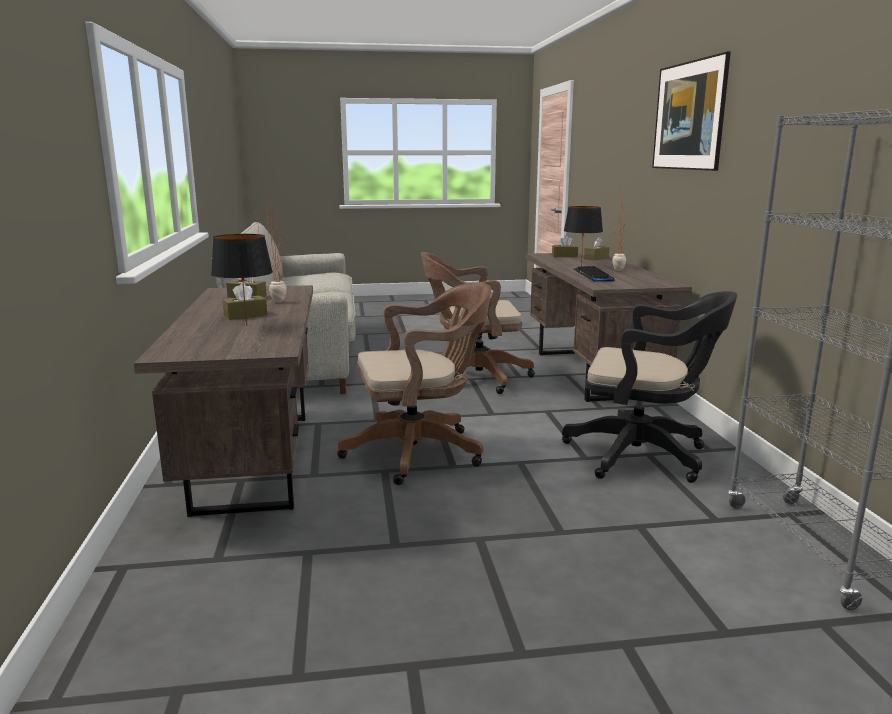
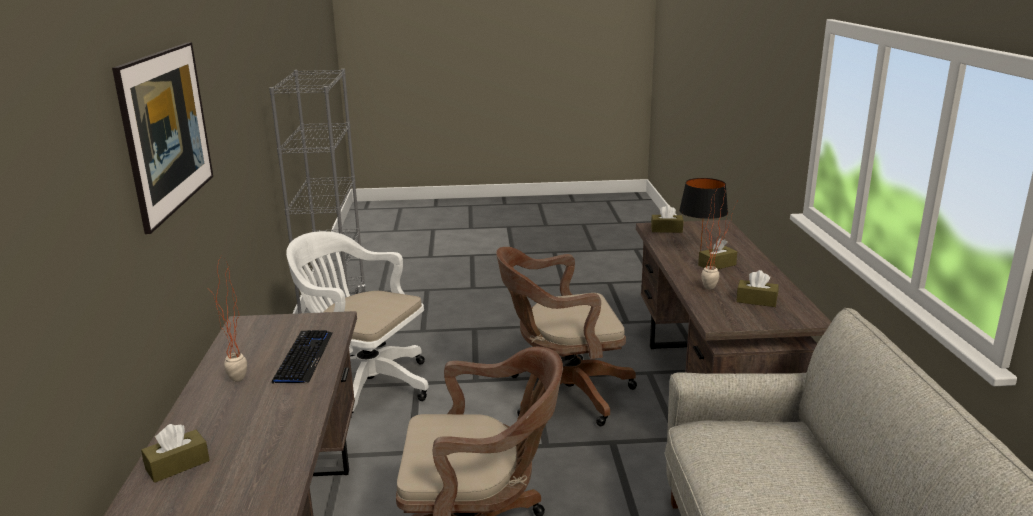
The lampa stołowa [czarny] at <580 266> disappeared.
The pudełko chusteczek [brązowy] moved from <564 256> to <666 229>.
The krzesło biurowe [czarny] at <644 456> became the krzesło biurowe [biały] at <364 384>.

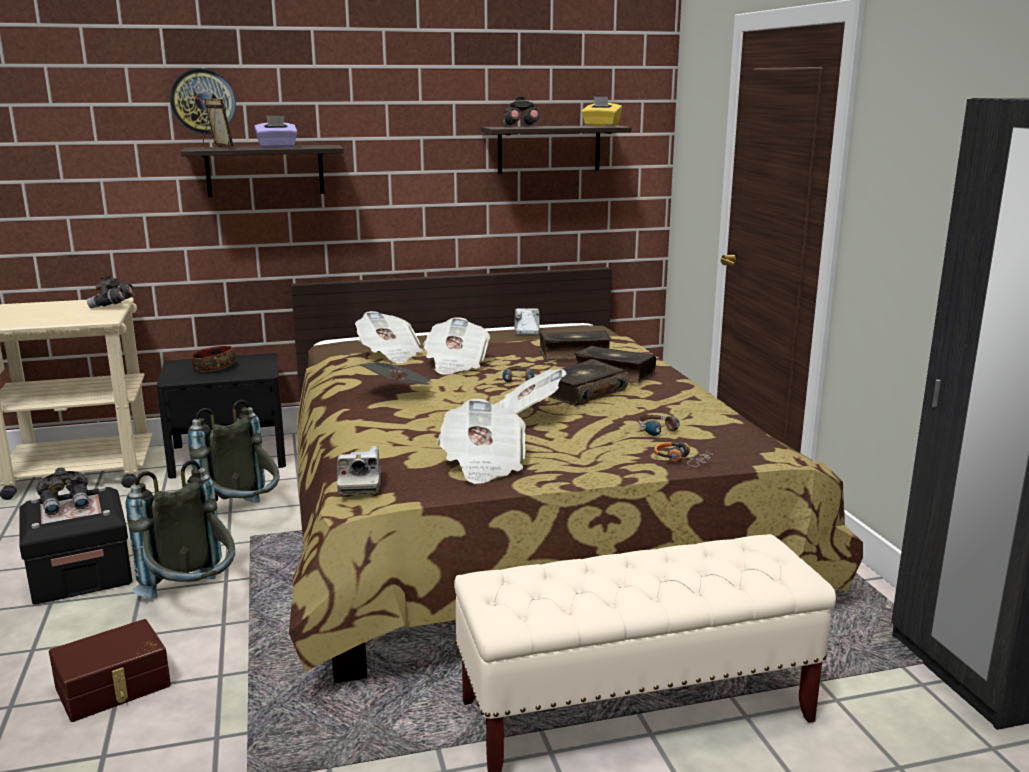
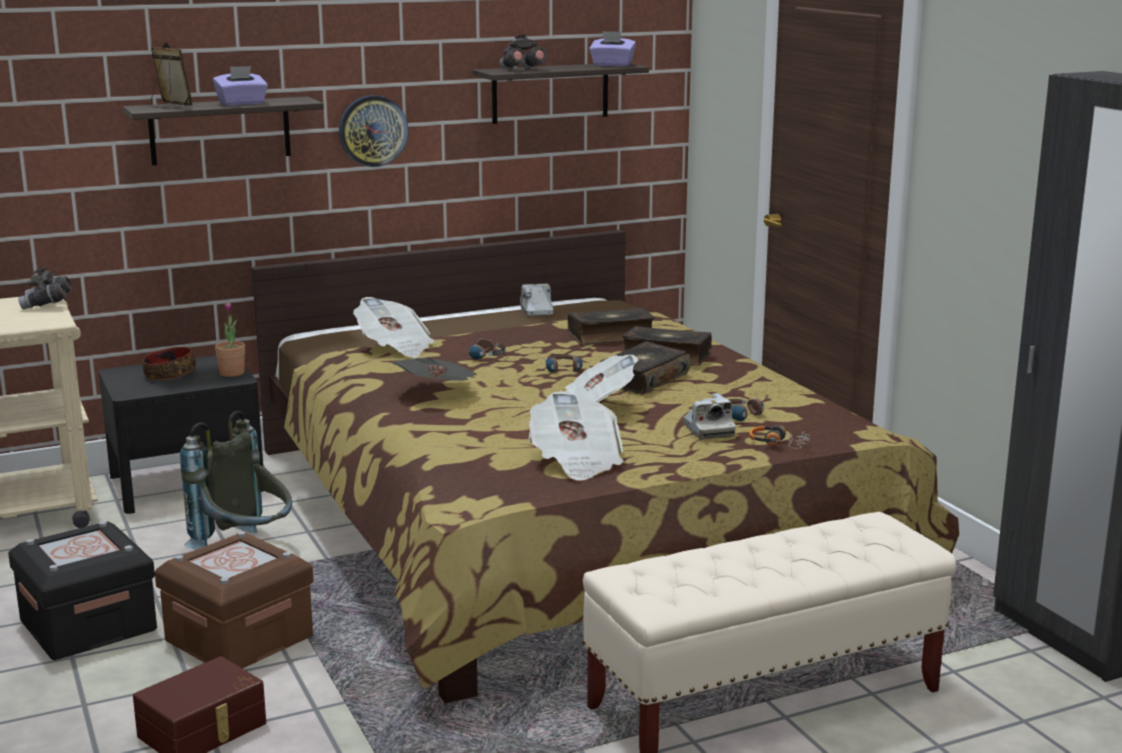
The zegar ścienny moved from <203 101> to <373 130>.
The pudełko chusteczek [żółty] at <601 126> became the pudełko chusteczek [fioletowy] at <612 65>.
The gazeta at <455 364> was replaced by the słuchawki at <481 355>.
The aparat fotograficzny moved from <360 485> to <708 430>.
The plecak [szary] at <193 598> was replaced by the pojemnik do przechowywania [brązowy] at <239 639>.
The lornetka [szary] at <66 504> disappeared.
The roślina doniczkowa at <232 373> appeared.

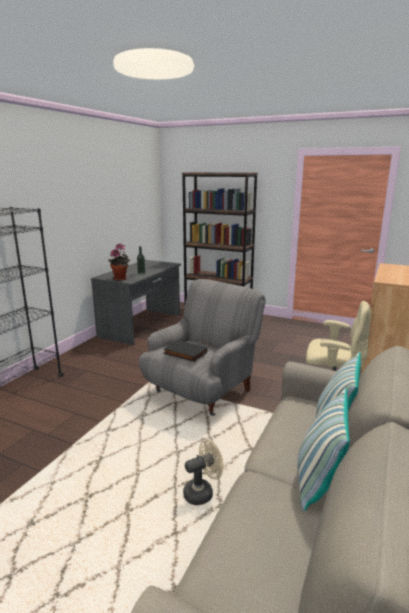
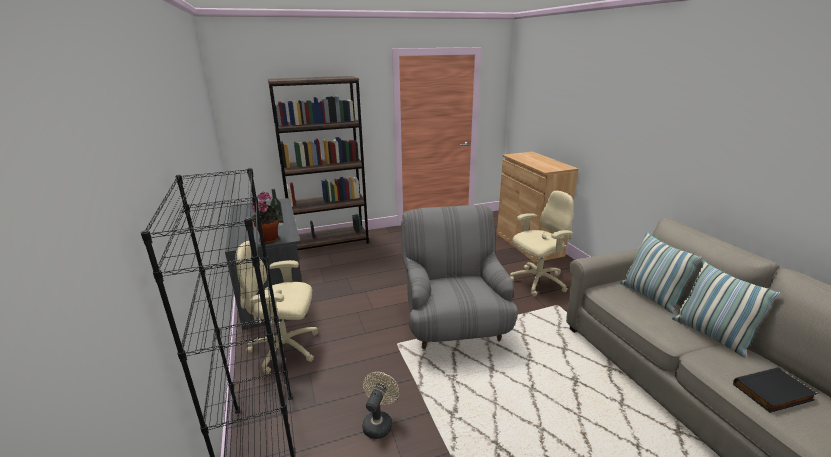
The książka [czarny] moved from <184 353> to <773 393>.
The wentylator [beżowy] moved from <202 492> to <379 422>.
The krzesło biurowe [beżowy] at <286 349> appeared.

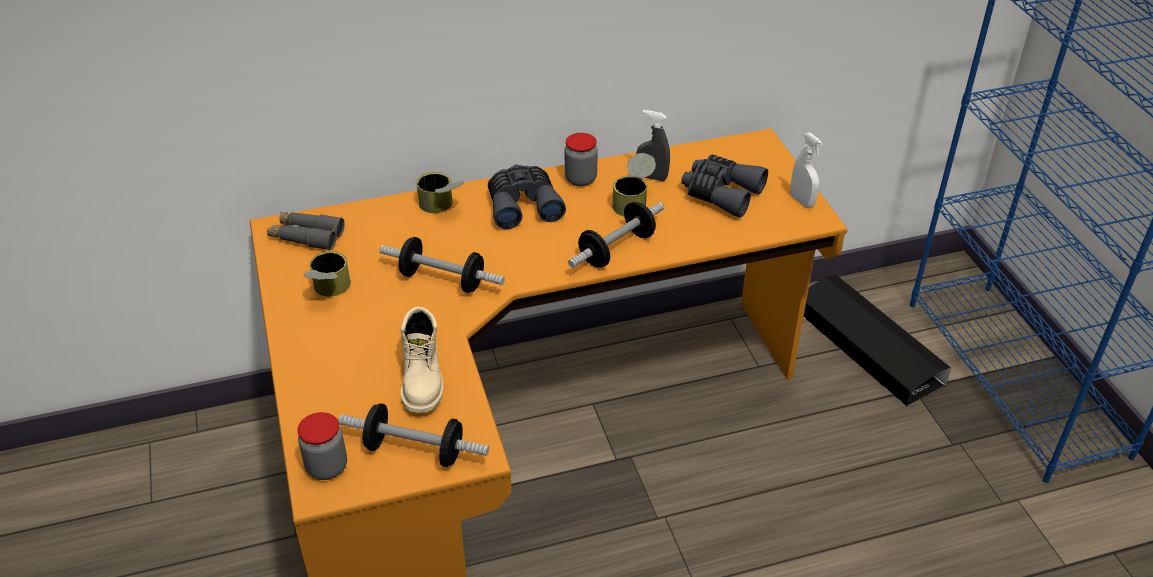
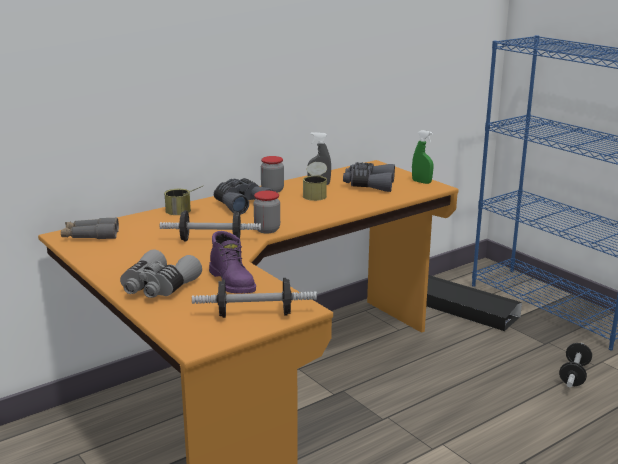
The spryskiwacz [biały] at <802 201> became the spryskiwacz [zielony] at <421 182>.
The hantel moved from <616 249> to <574 375>.
The puszka at <329 292> disappeared.
The but z cholewką [beżowy] at <423 379> became the but z cholewką [fioletowy] at <233 283>.
The słoik moved from <327 467> to <267 230>.
The lornetka [szary] at <158 287> appeared.

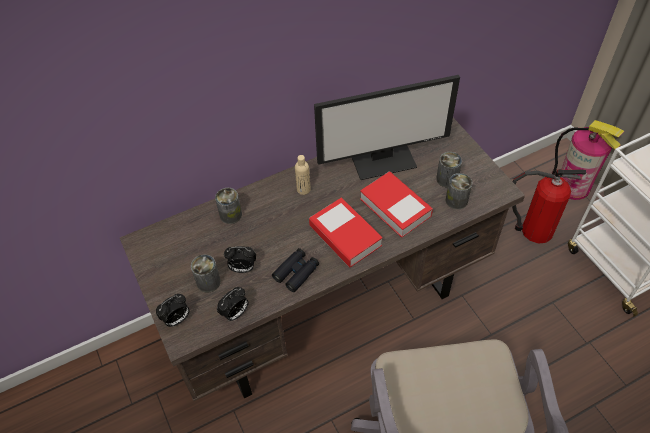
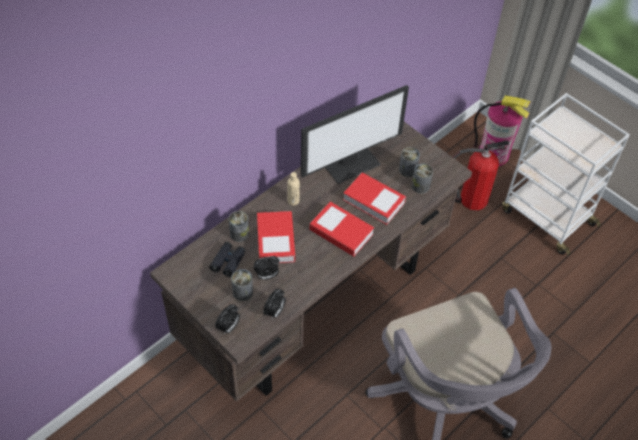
The lornetka [czarny] moved from <296 272> to <228 261>.
The książka at <275 240> appeared.

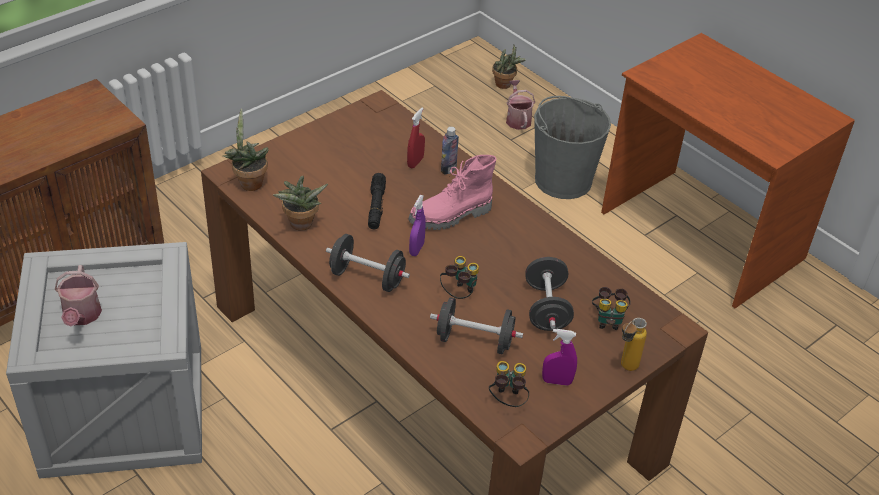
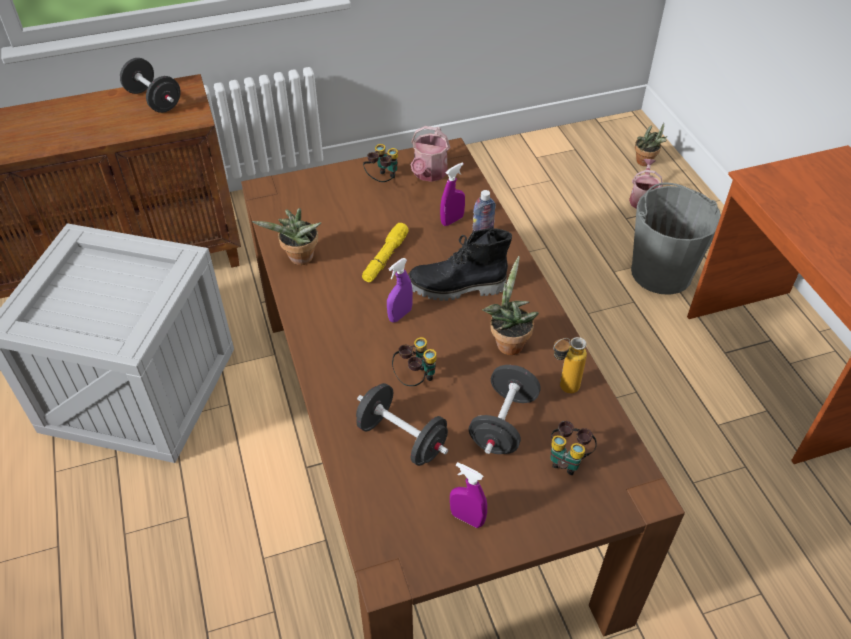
The spryskiwacz [czerwony] at <415 162> became the spryskiwacz [fioletowy] at <452 220>.
The roślina doniczkowa moved from <249 182> to <508 342>.
The but z cholewką [różowy] at <451 216> became the but z cholewką [czarny] at <456 288>.
The latarka [czarny] at <376 206> became the latarka [żółty] at <385 258>.
The hantel [czarny] moved from <367 278> to <154 100>.
The konewka moved from <81 316> to <429 174>.
The butelka moved from <624 369> to <562 389>.
The lornetka moved from <507 400> to <382 180>.

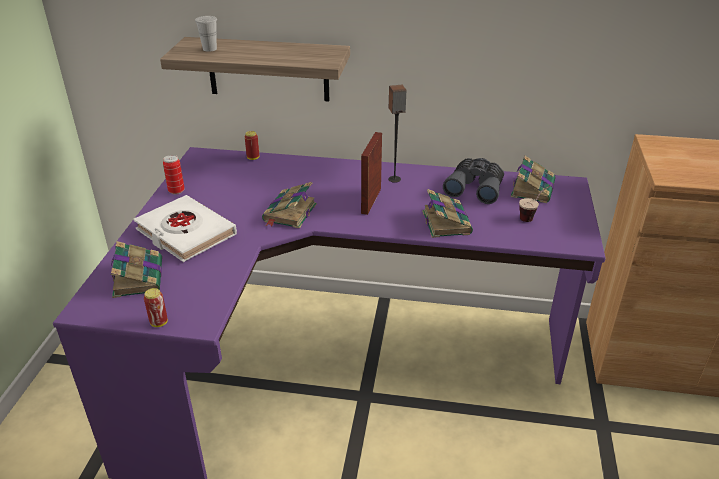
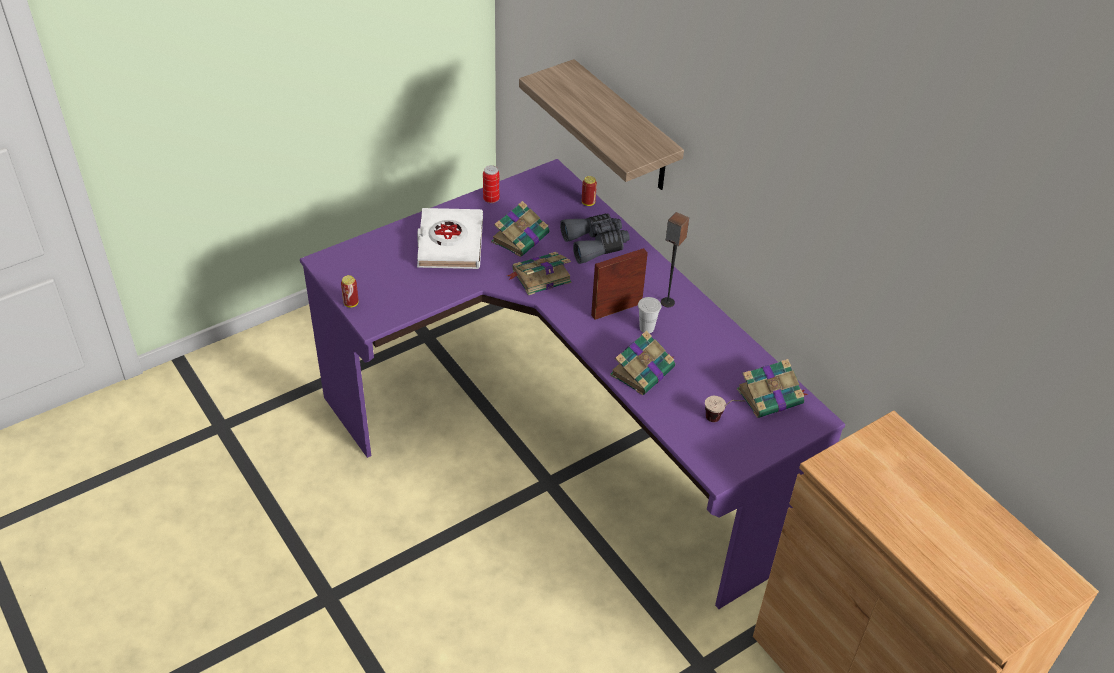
The filiżanka [biały] moved from <209 49> to <646 328>.
The lornetka [szary] moved from <475 187> to <595 244>.
The książka moved from <138 277> to <521 237>.

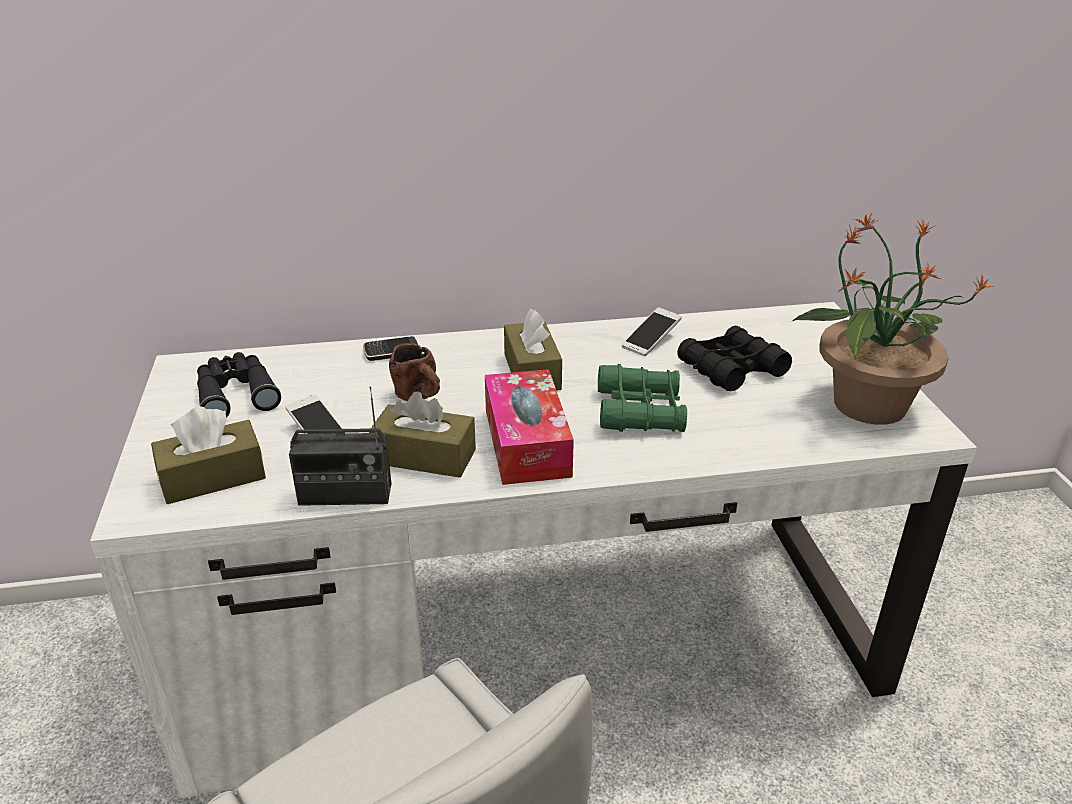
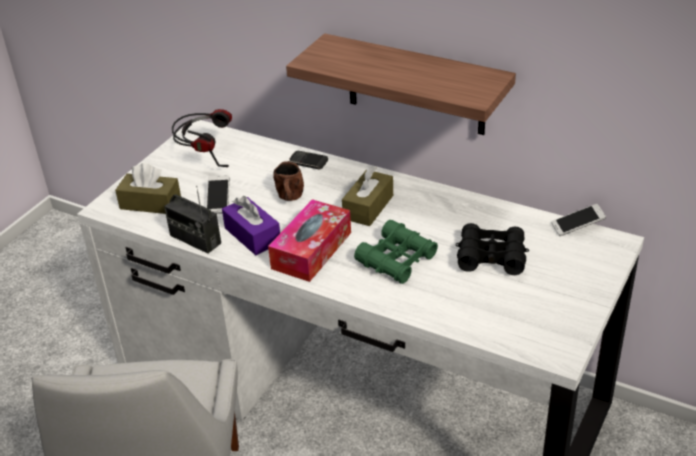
The roślina doniczkowa at <866 404> disappeared.
The telefon moved from <651 340> to <577 226>.
The lornetka [czarny] at <236 394> was replaced by the słuchawki at <206 158>.
The pudełko chusteczek [brązowy] at <424 456> became the pudełko chusteczek [fioletowy] at <252 235>.
The półka at <415 85> appeared.

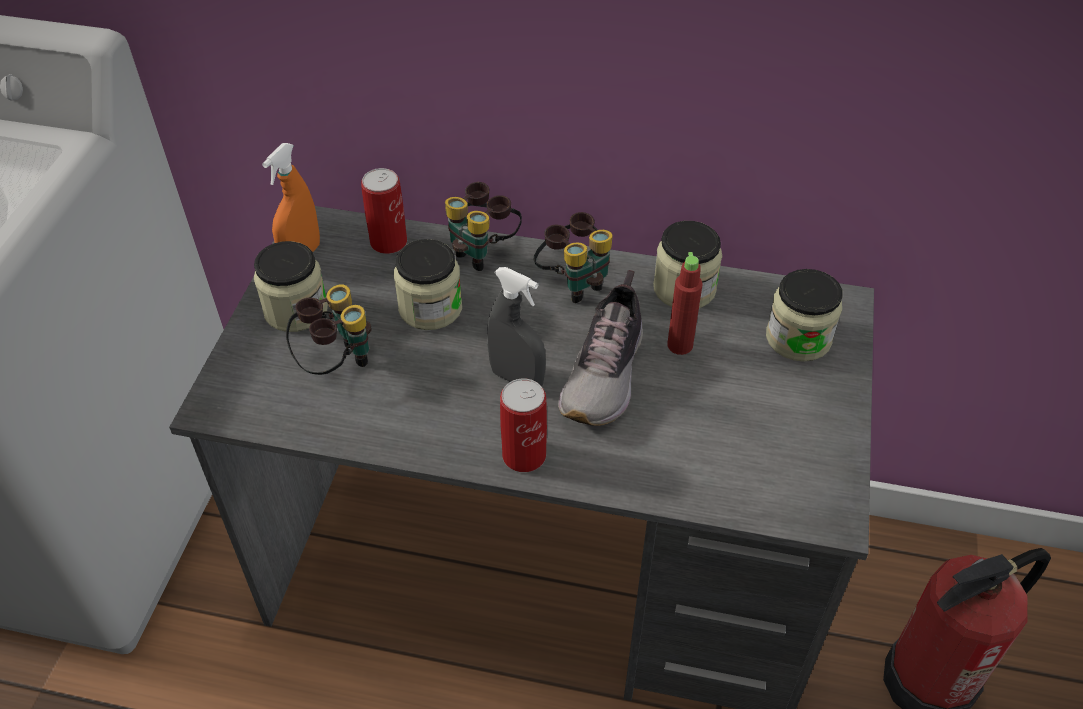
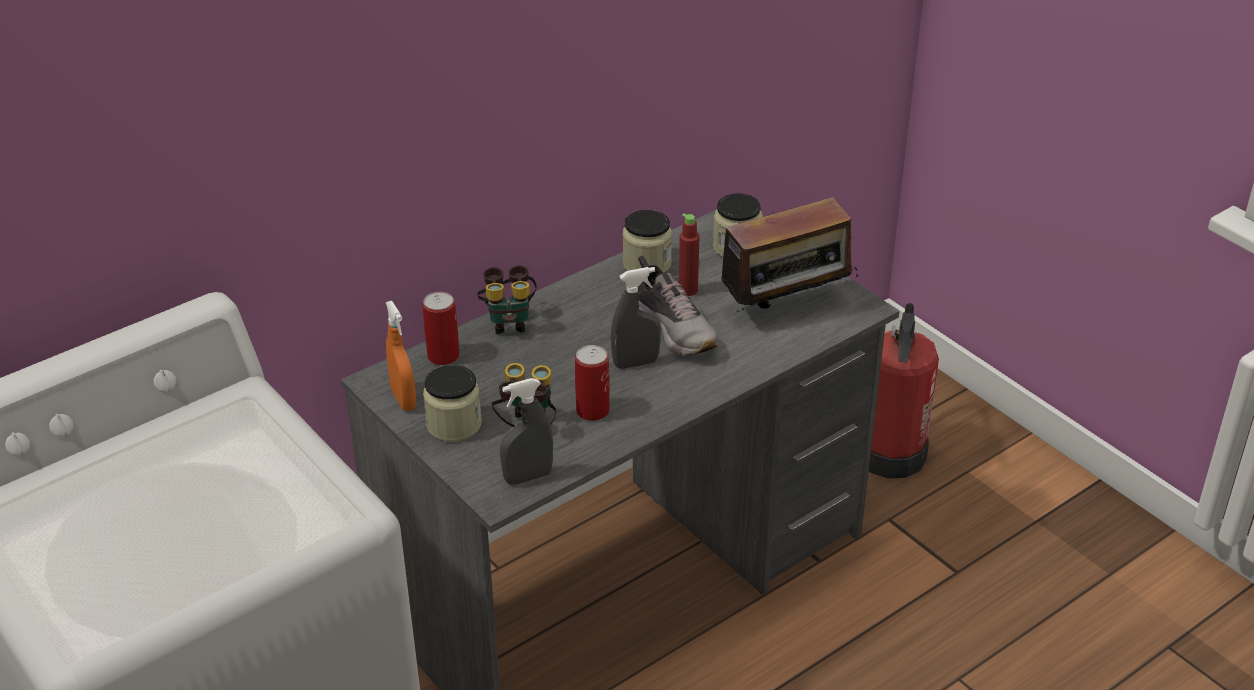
The lornetka at <574 282> disappeared.
The słoik at <430 308> disappeared.
The puszka moved from <524 455> to <592 411>.
The radio at <786 308> appeared.
The spryskiwacz [szary] at <528 477> appeared.

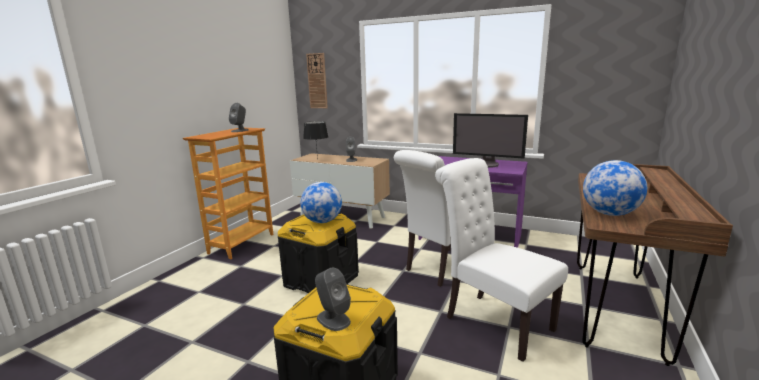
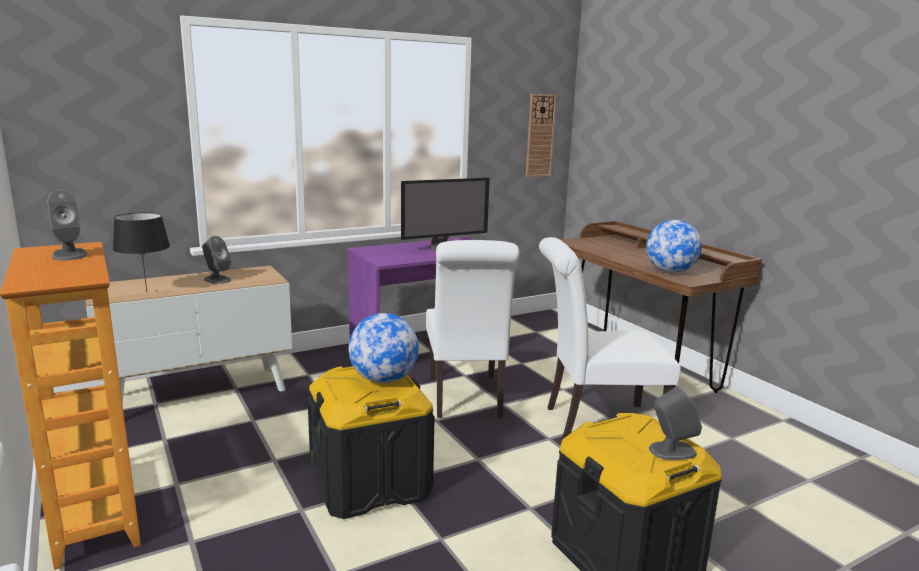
The zegar ścienny moved from <317 81> to <540 136>.

